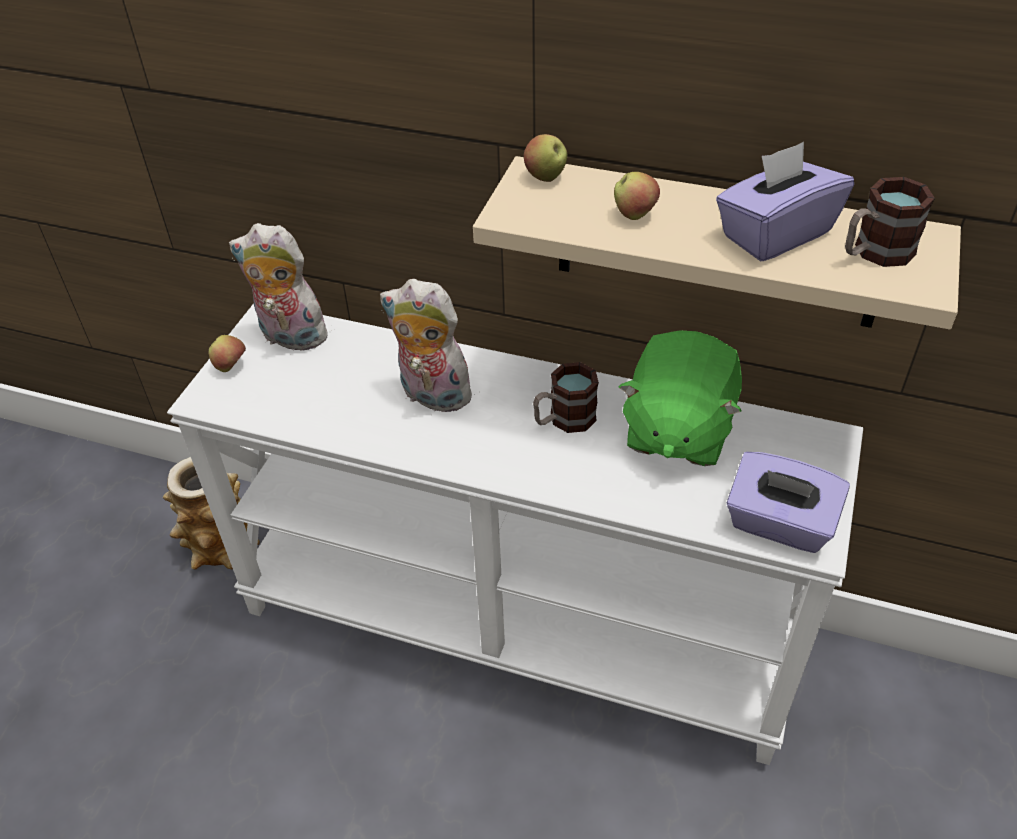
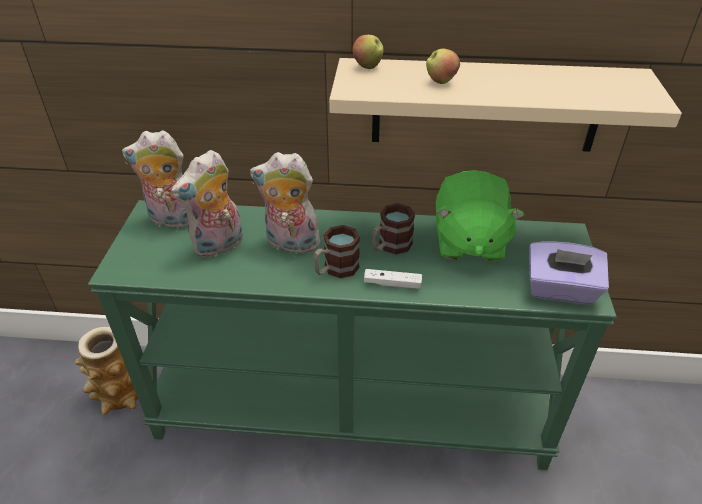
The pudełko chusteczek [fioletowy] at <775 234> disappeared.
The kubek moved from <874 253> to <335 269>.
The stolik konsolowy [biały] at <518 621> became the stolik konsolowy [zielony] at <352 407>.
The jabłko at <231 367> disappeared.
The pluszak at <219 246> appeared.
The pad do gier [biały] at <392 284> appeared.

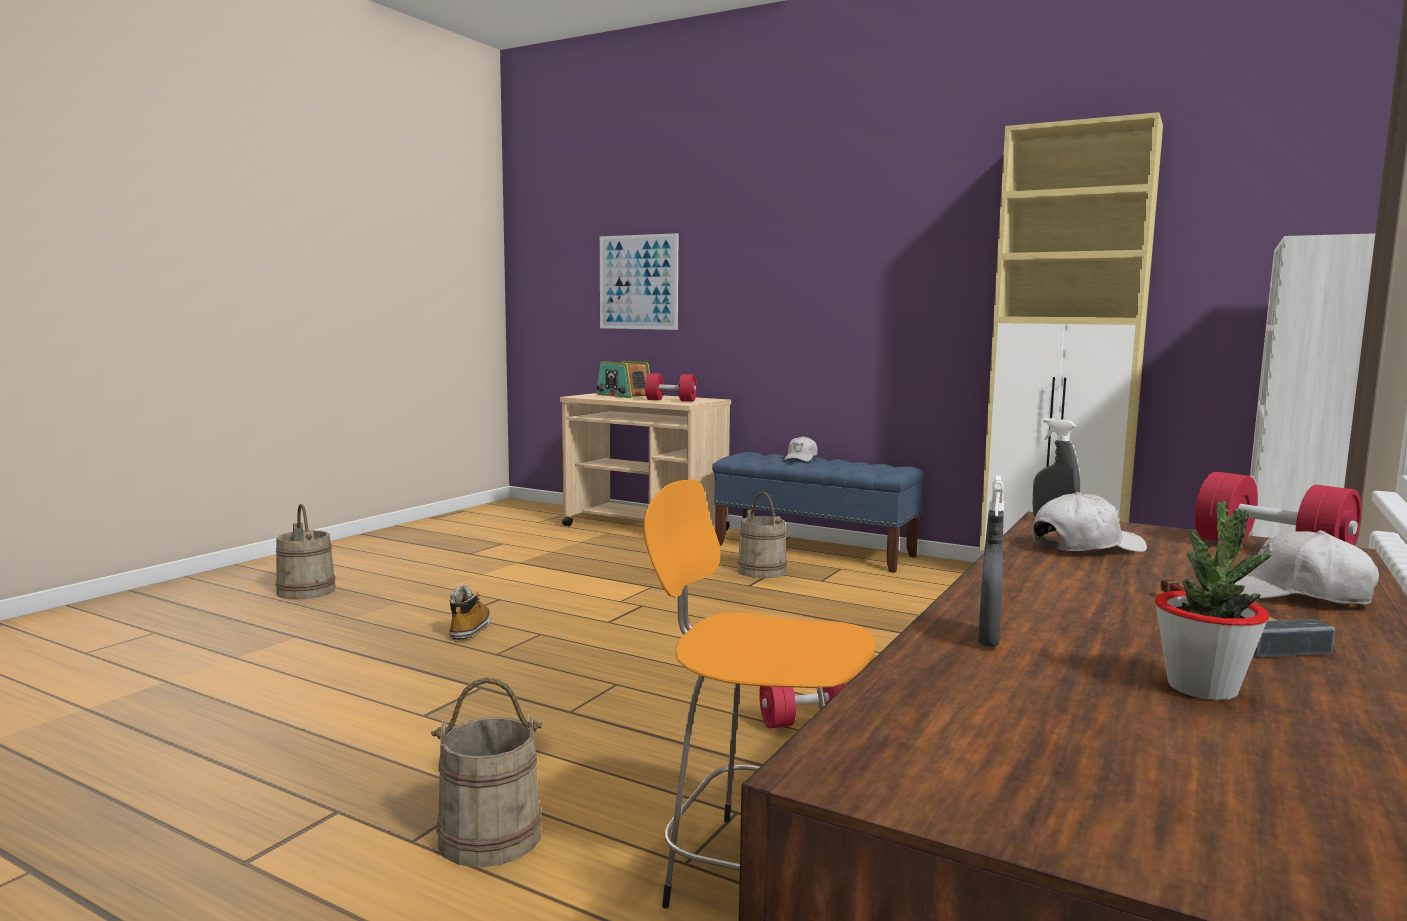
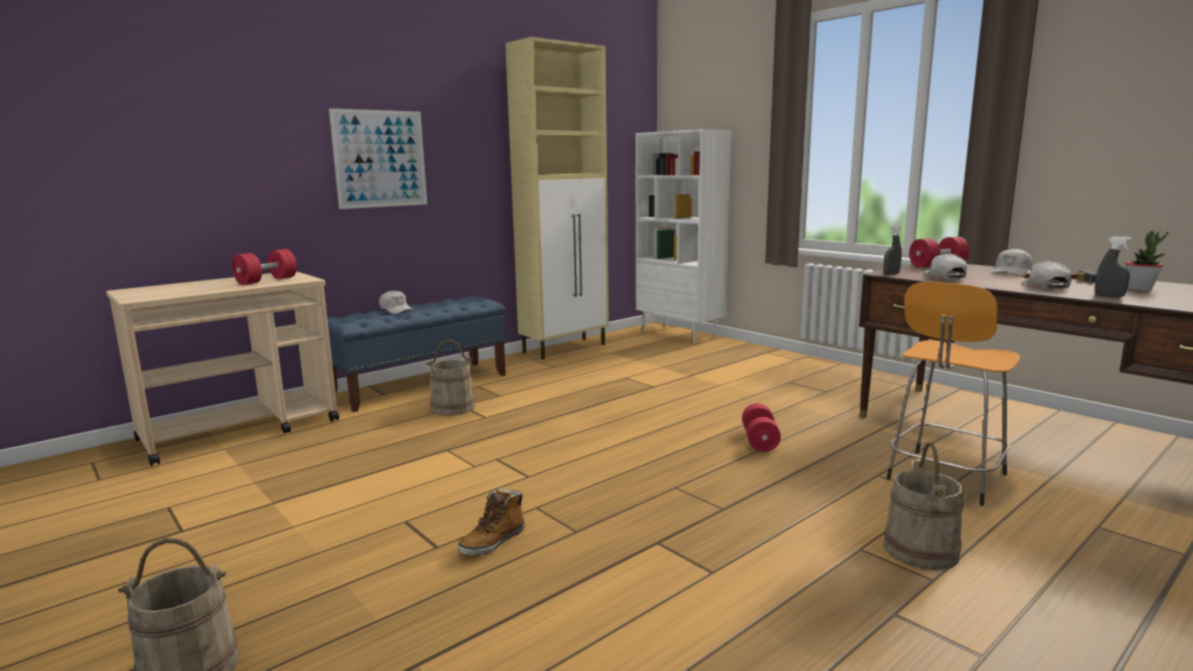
The obraz moved from <638 282> to <380 159>.
The radio at <623 395> disappeared.
The but z cholewką at <470 629> turned 75 degrees counterclockwise.
The czapka z daszkiem [biały] at <1045 286> appeared.

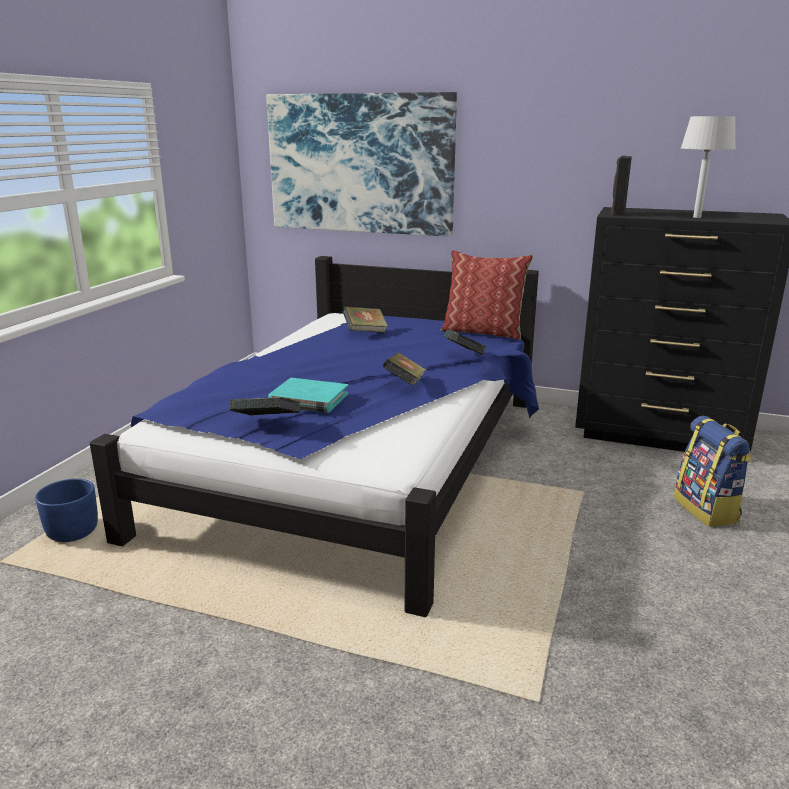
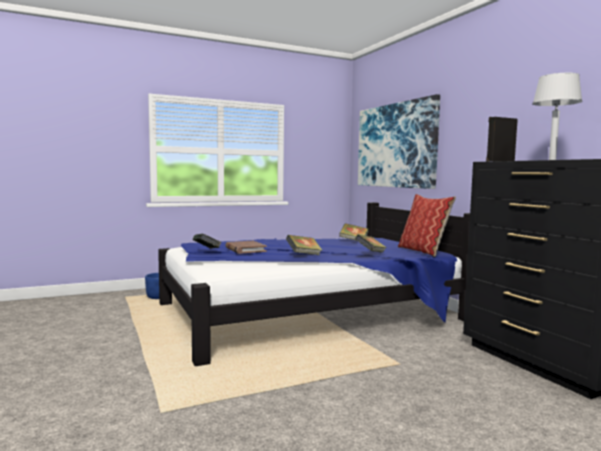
The książka [turkusowy] at <308 399> became the książka [brązowy] at <245 249>.
The plecak at <707 510> disappeared.

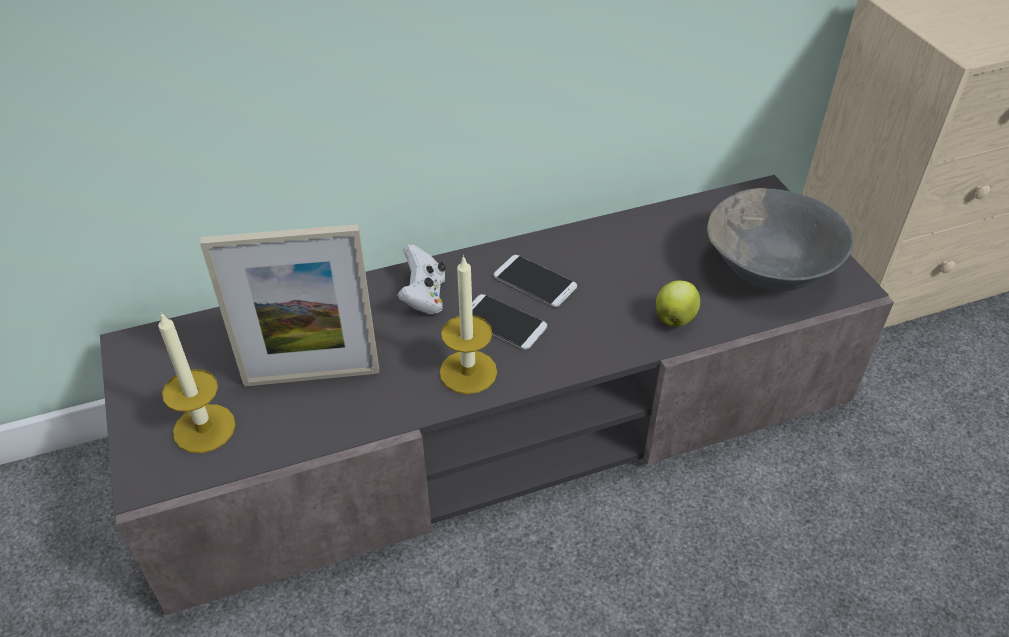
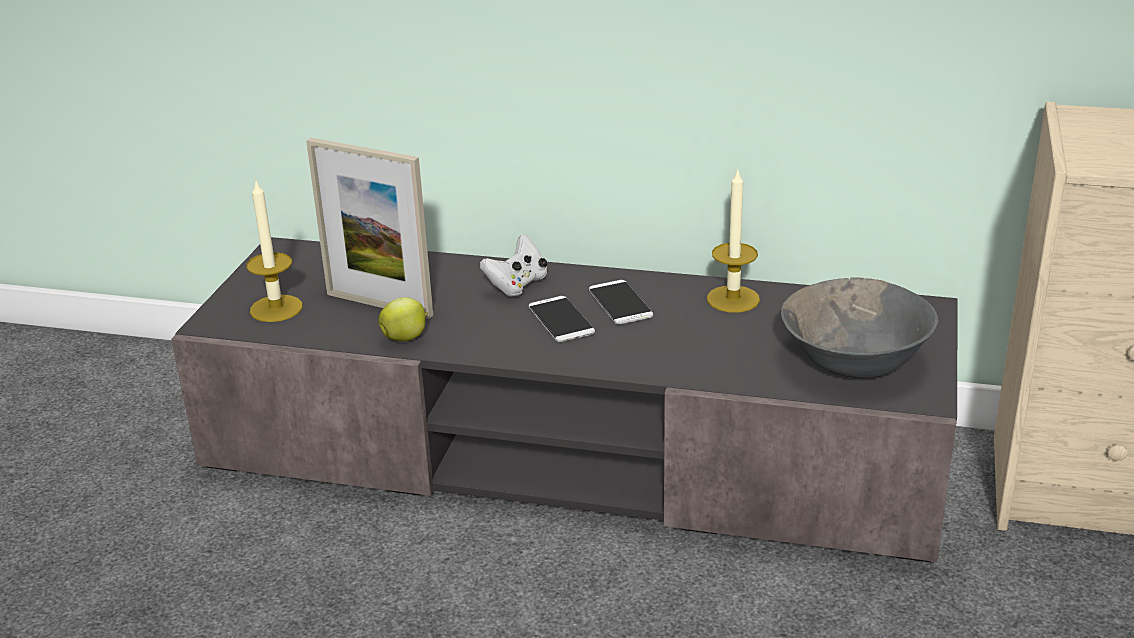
The świeca moved from <468 372> to <733 299>.
The jabłko moved from <674 318> to <406 338>.

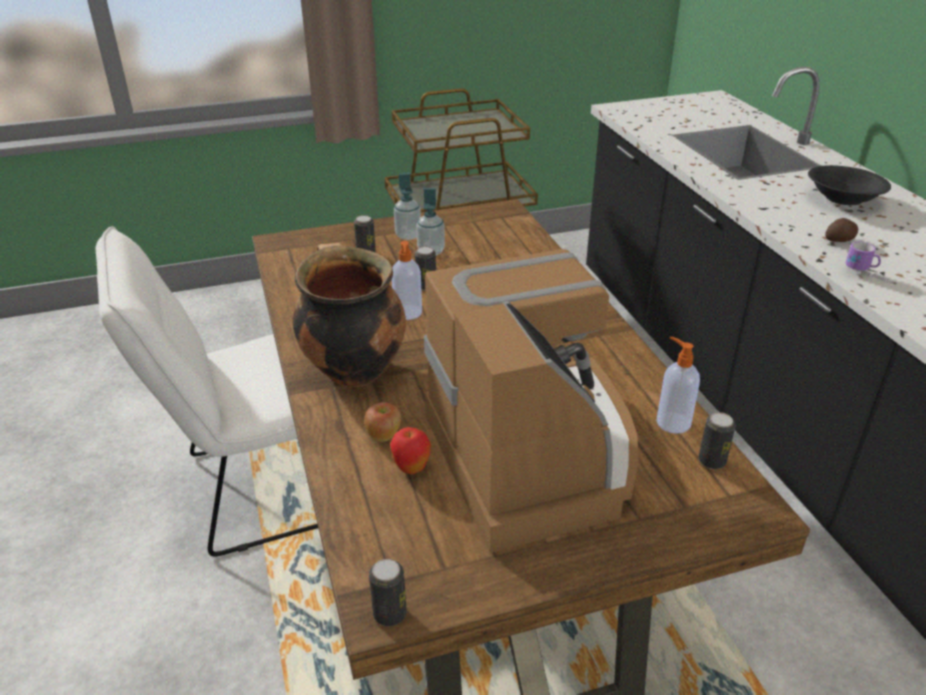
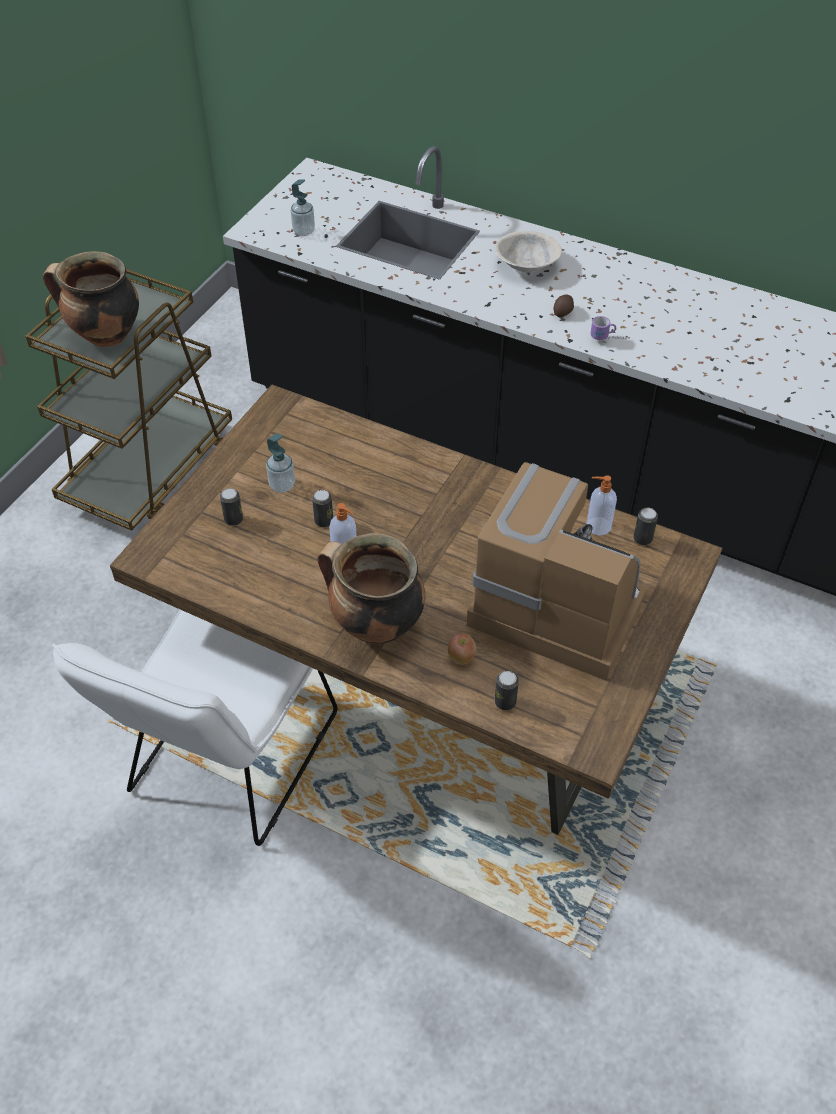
The miska [czarny] at <842 200> became the miska [beżowy] at <526 265>.
The dozownik mydła moved from <408 235> to <304 231>.
The jabłko at <411 468> disappeared.
The puszka moved from <389 613> to <505 702>.
The garnek at <105 336> appeared.

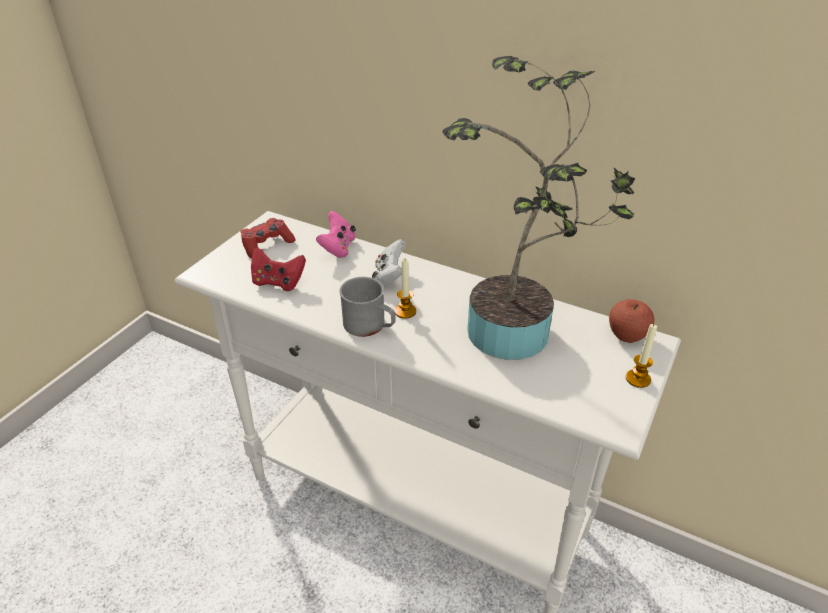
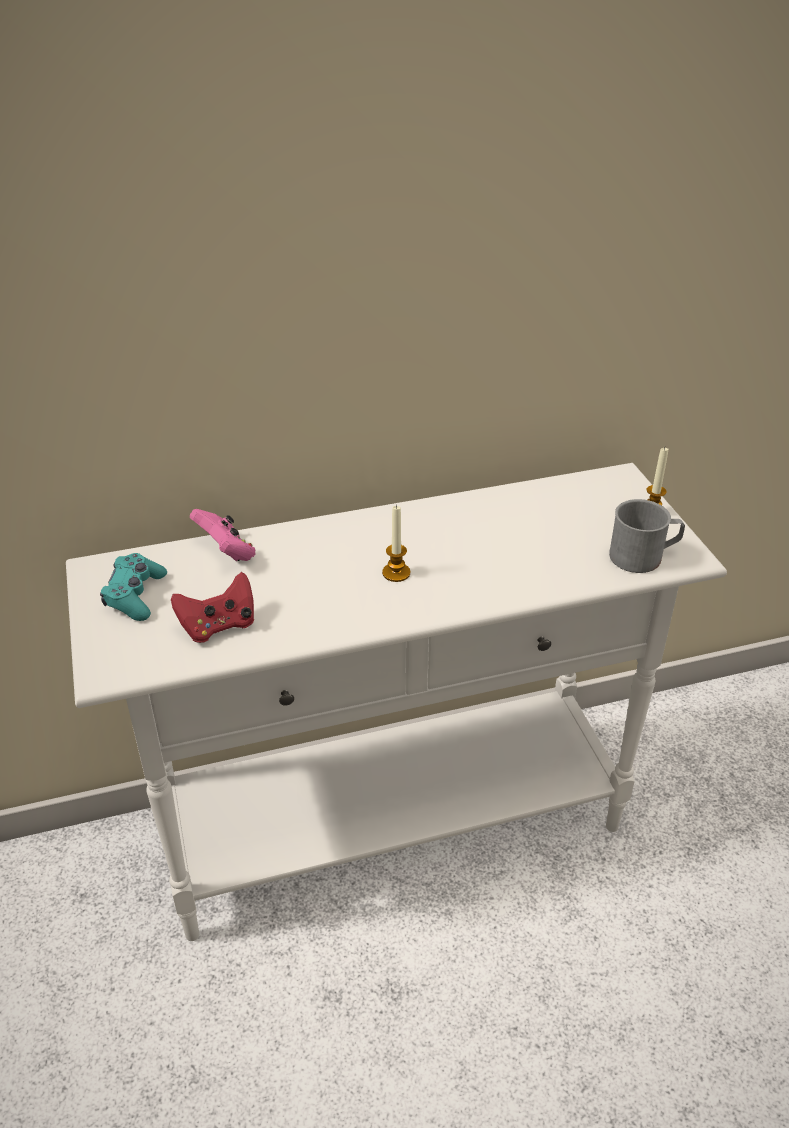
The roślina doniczkowa at <518 334> disappeared.
The pad do gier [czerwony] at <267 245> became the pad do gier [turkusowy] at <135 596>.
The pad do gier [biały] at <389 277> disappeared.
The kubek [szary] moved from <369 326> to <643 556>.
The jabłko at <627 335> disappeared.

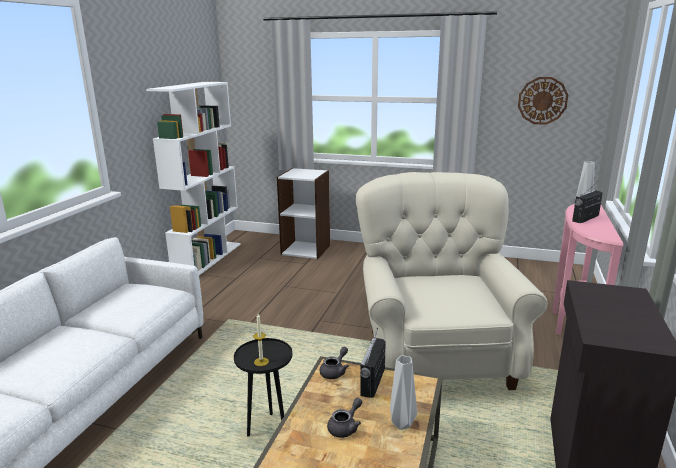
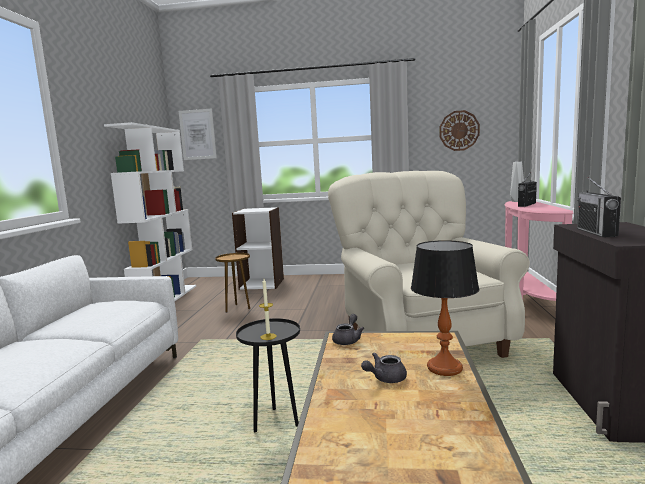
The radio moved from <373 382> to <596 232>.
The wazon [szary] at <403 423> was replaced by the lampa stołowa at <444 367>.
The imbryk [szary] at <345 427> turned 150 degrees counterclockwise.
The obraz at <197 134> appeared.
The stolik [brązowy] at <237 308> appeared.

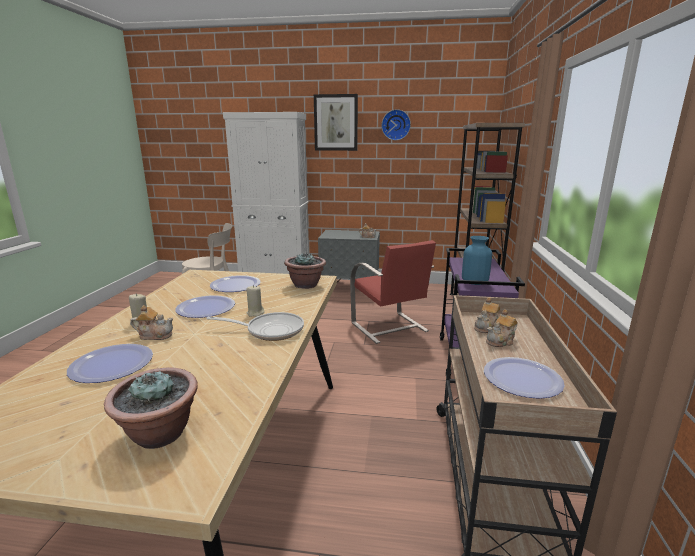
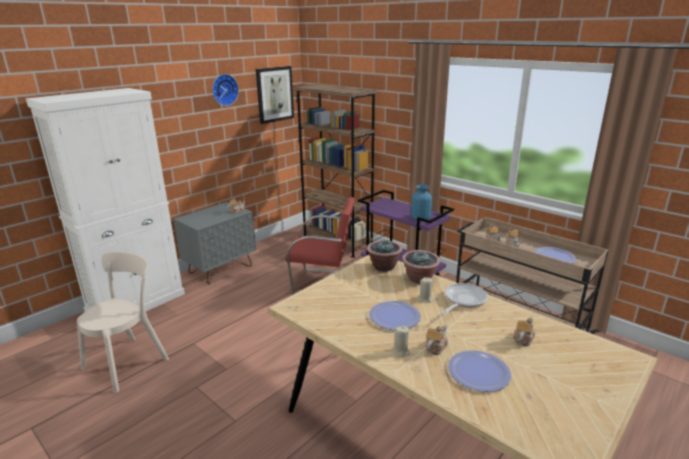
The obraz moved from <336 123> to <274 94>.
The talerz at <235 285> disappeared.
The roślina doniczkowa moved from <160 434> to <420 279>.
The imbryk at <523 339> appeared.

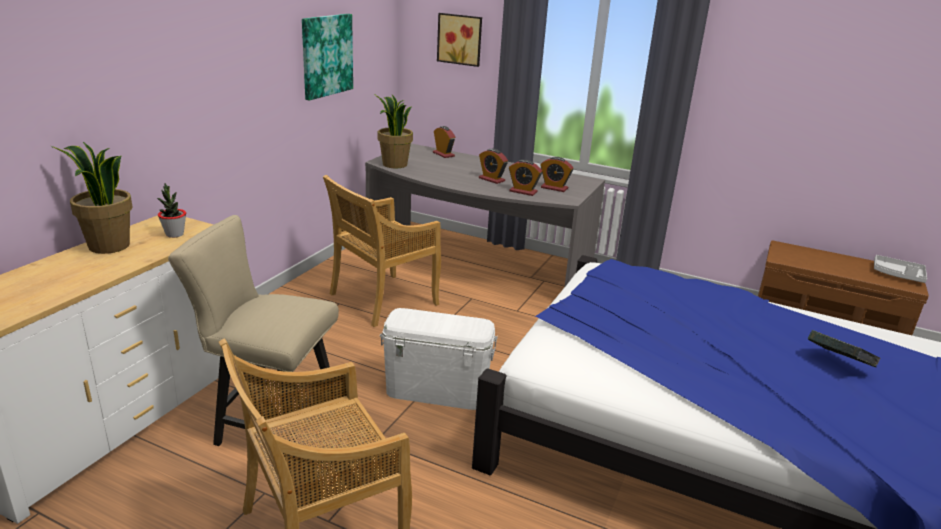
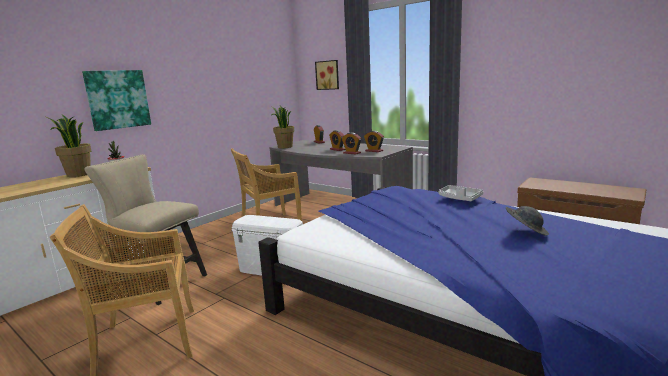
The obraz moved from <326 55> to <118 99>.
The taca [szary] moved from <898 275> to <459 198>.
The książka at <838 364> was replaced by the kapelusz [szary] at <525 231>.

